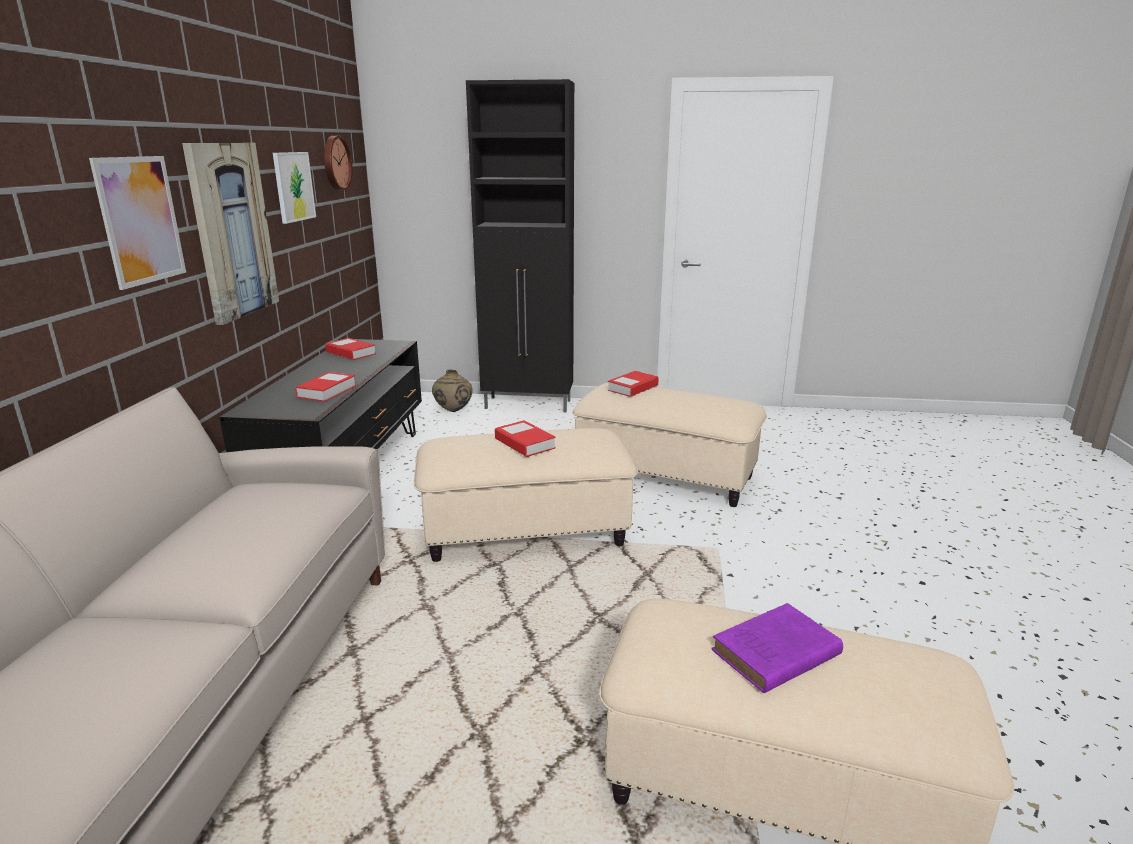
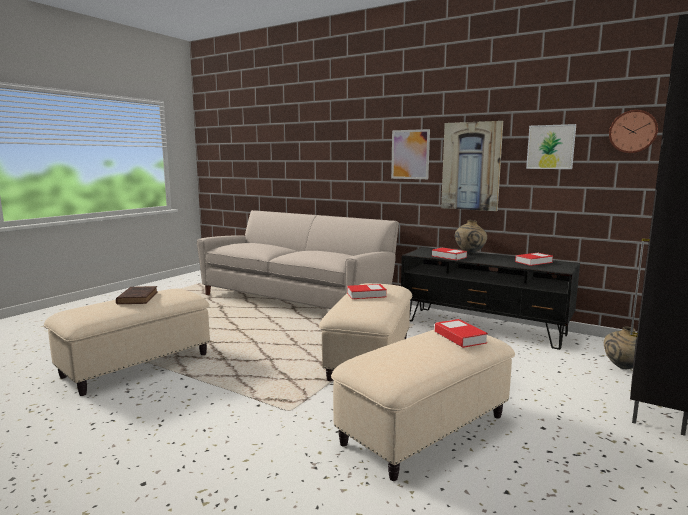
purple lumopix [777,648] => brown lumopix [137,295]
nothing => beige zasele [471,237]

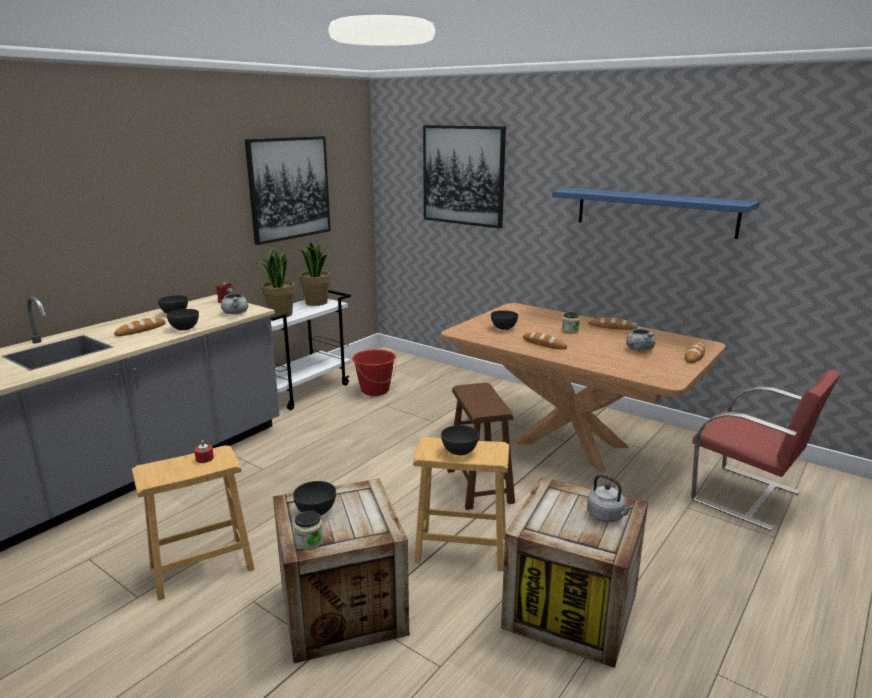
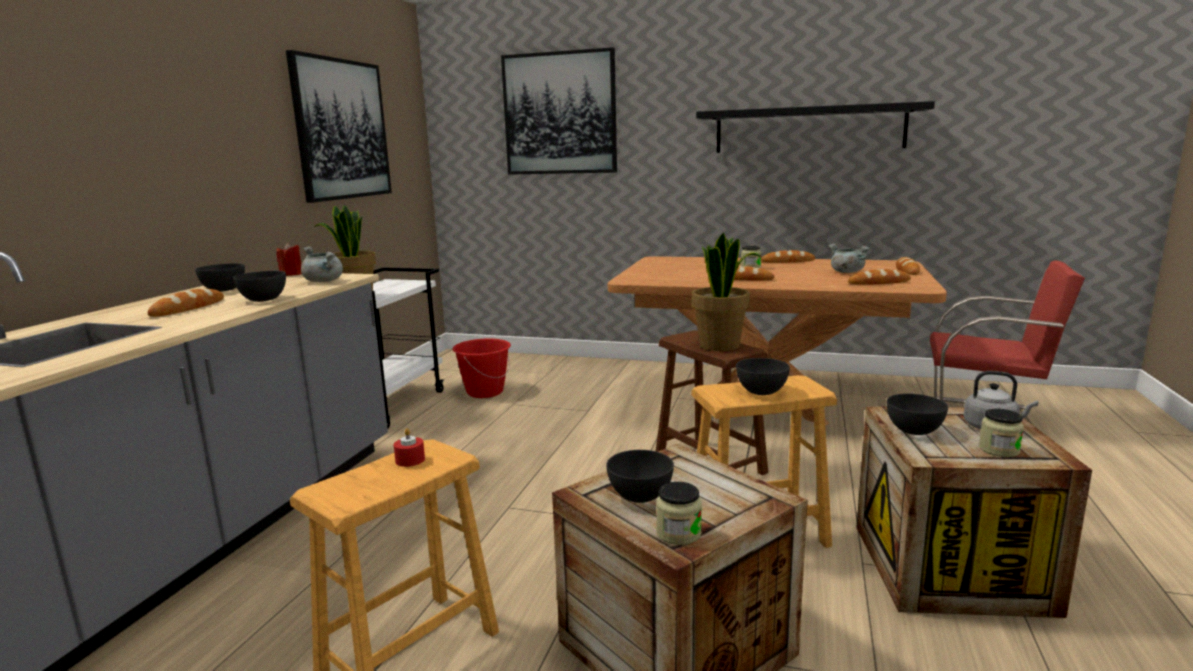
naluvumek [313,274] => naluvumek [726,292], relocated
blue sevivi [656,213] => black sevivi [815,127]
nothing => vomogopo [879,277]
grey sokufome [504,320] => grey sokufome [917,414], relocated
nothing => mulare [1001,432]

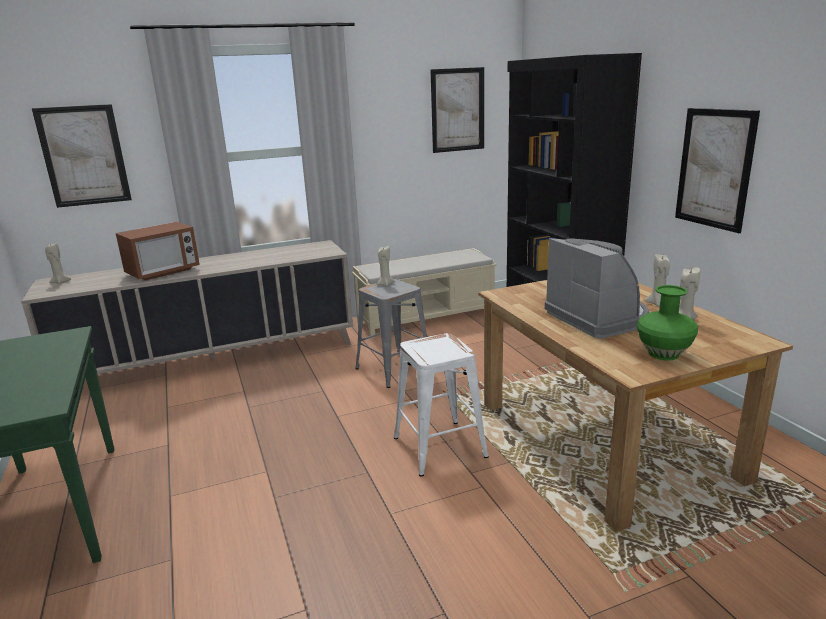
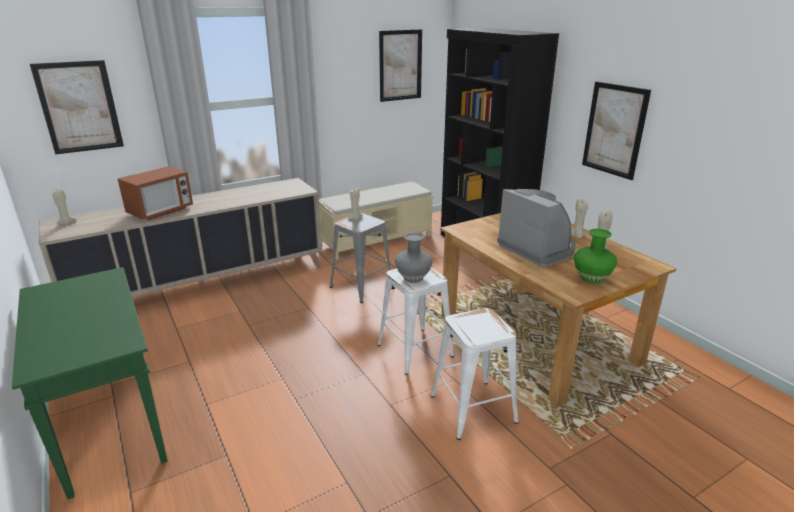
nothing => grey zasele [414,258]
nothing => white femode [475,374]

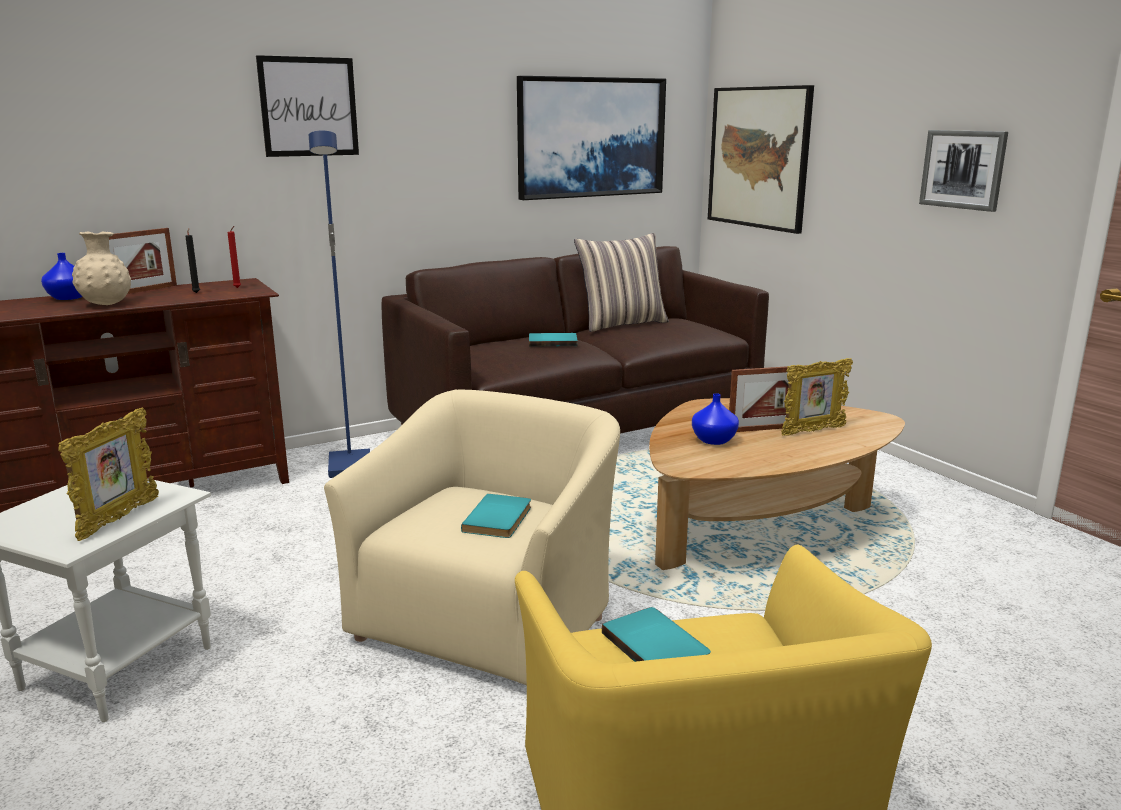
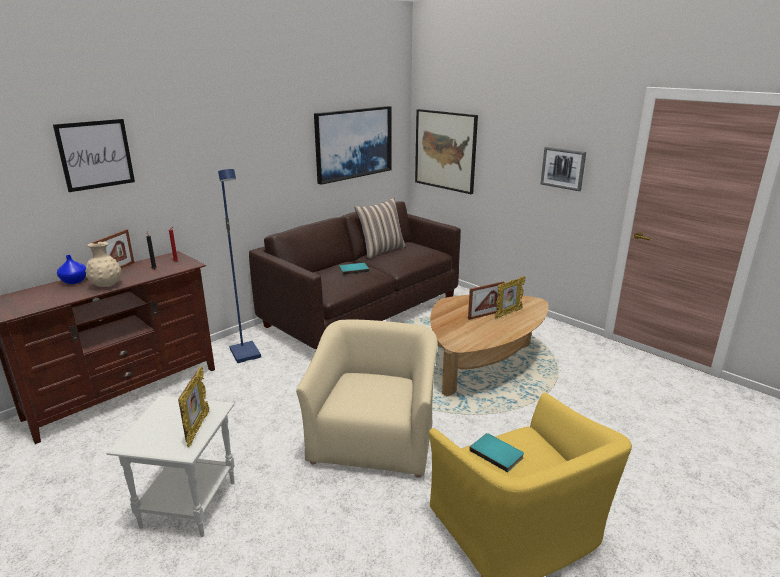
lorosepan [307,106] => lorosepan [94,155], relocated
turquoise lumopix [496,516] => nothing
blue zasele [715,419] => nothing

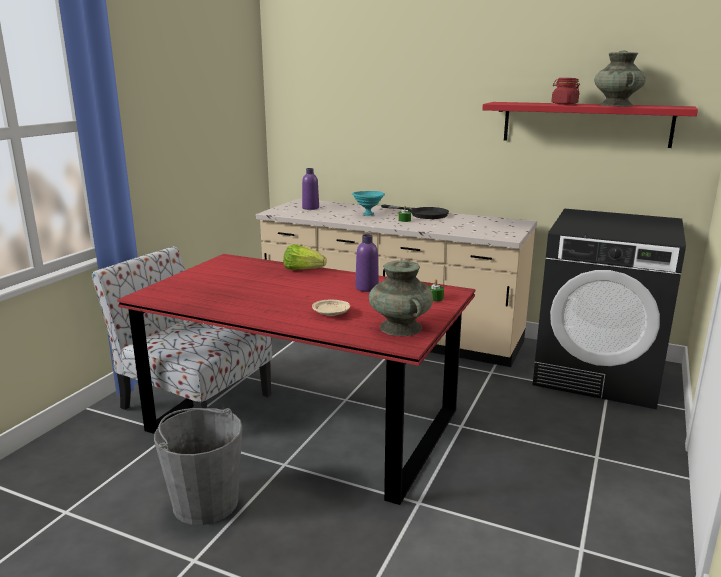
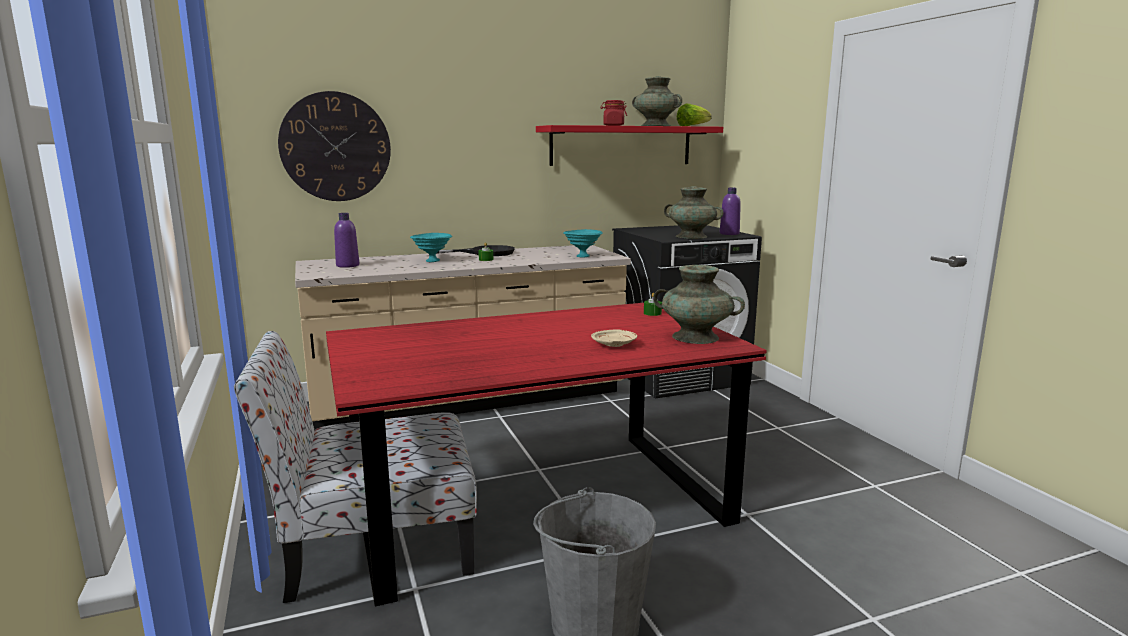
nothing => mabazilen [334,146]
nothing => turquoise sokufome [583,243]
nothing => turquoise zasele [694,212]
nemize [305,257] => nemize [694,114], relocated
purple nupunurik [367,263] => purple nupunurik [730,211], relocated

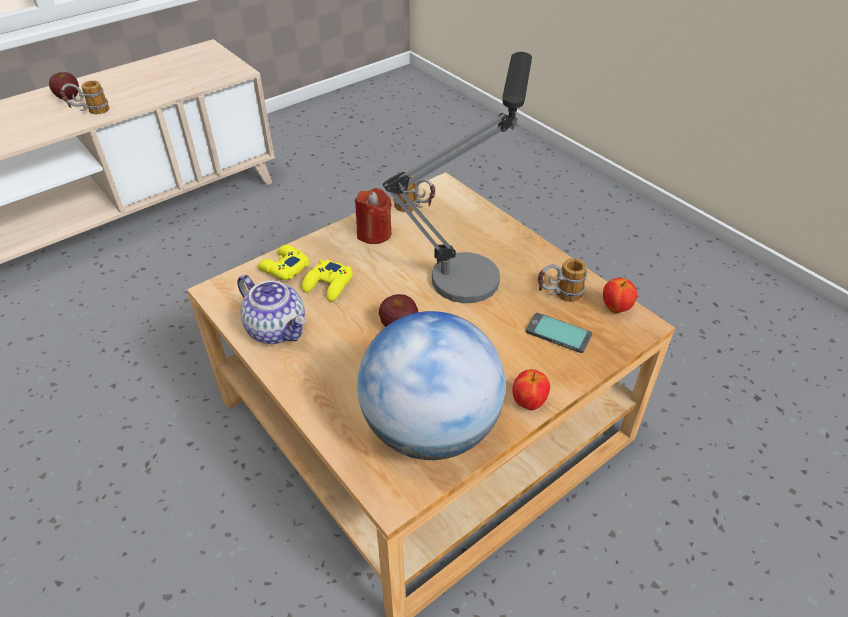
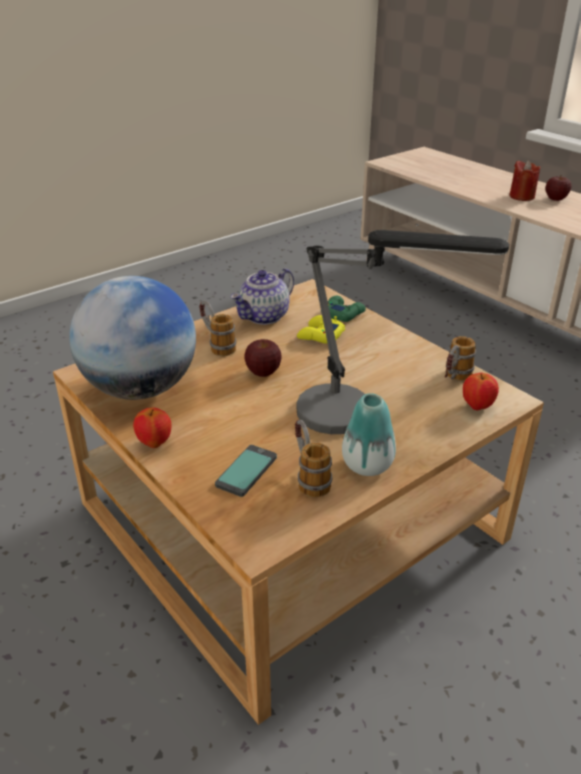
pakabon [84,97] => pakabon [217,328], relocated
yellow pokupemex [283,262] => green pokupemex [347,309]
nothing => zasele [369,434]
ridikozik [620,295] => ridikozik [481,391], relocated
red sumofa [373,216] => red sumofa [524,180], relocated

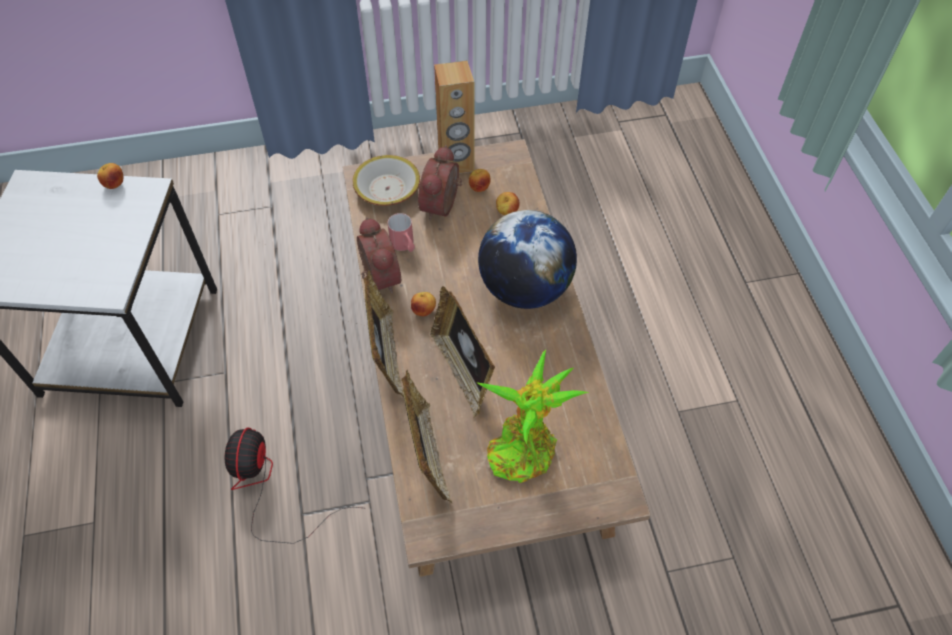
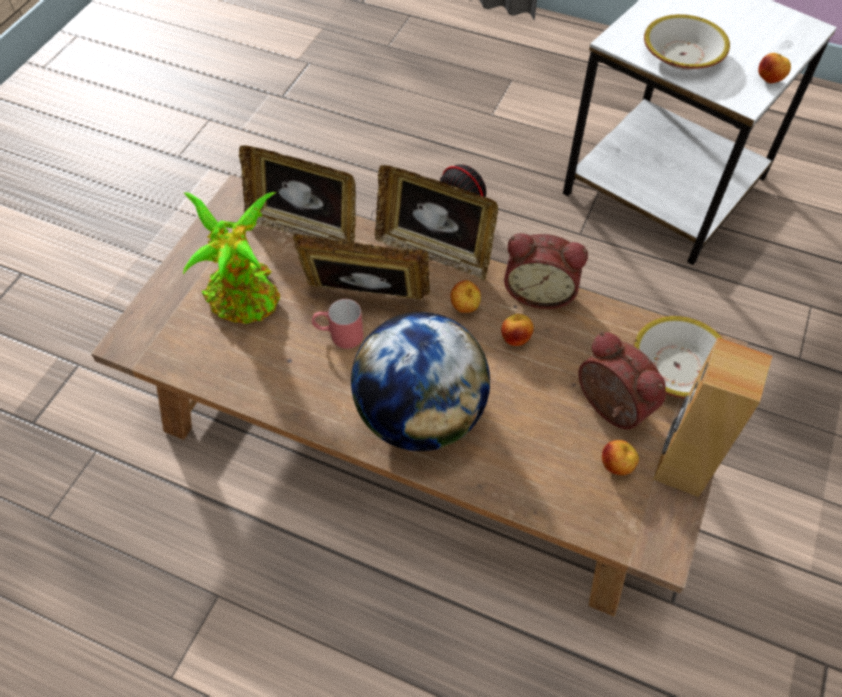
red pakabon [401,232] => red pakabon [337,324], relocated
ridikozik [508,203] => ridikozik [517,330], relocated
nothing => sokufome [687,42]

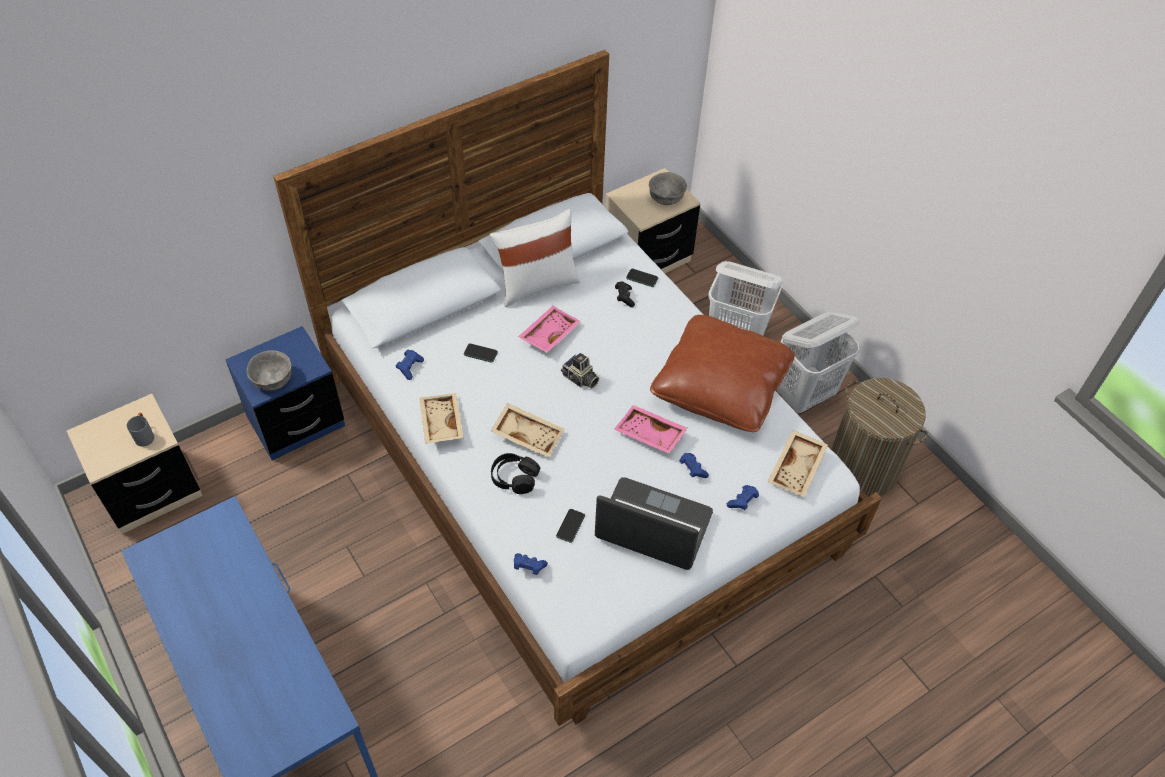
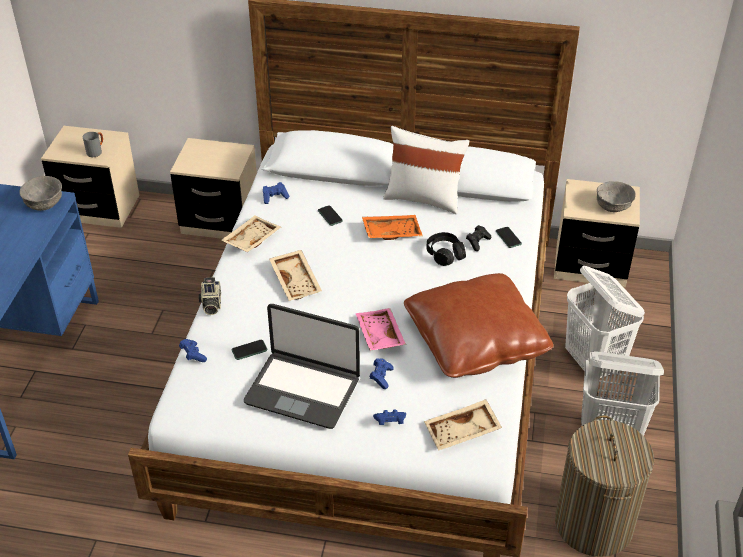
grey sokufome [269,370] => grey sokufome [40,193], relocated
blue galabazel [285,393] => beige galabazel [213,188]
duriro [580,371] => duriro [210,296], relocated
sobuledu [654,523] => sobuledu [302,366], 135 degrees clockwise
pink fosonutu [549,329] => orange fosonutu [392,227]
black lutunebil [515,473] => black lutunebil [446,249], relocated

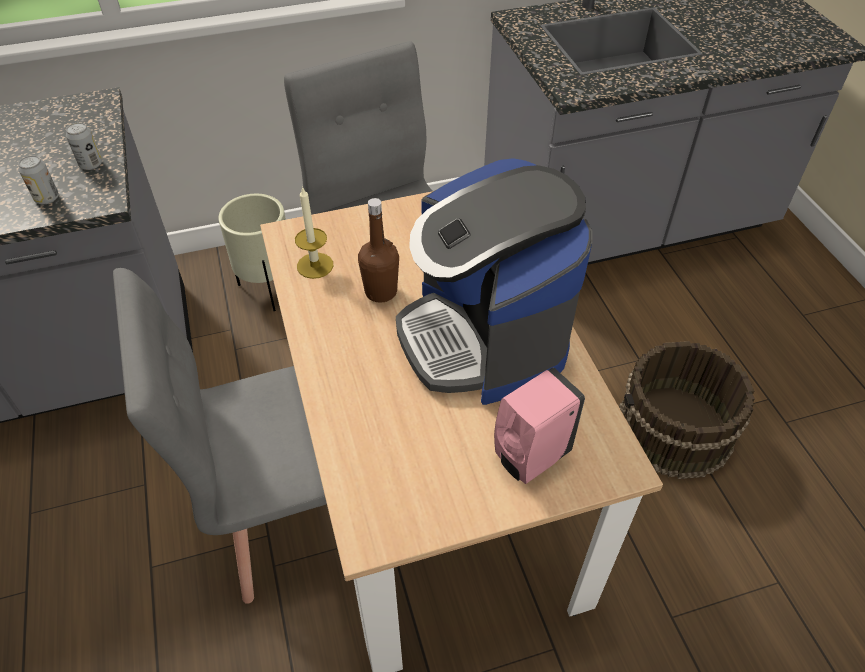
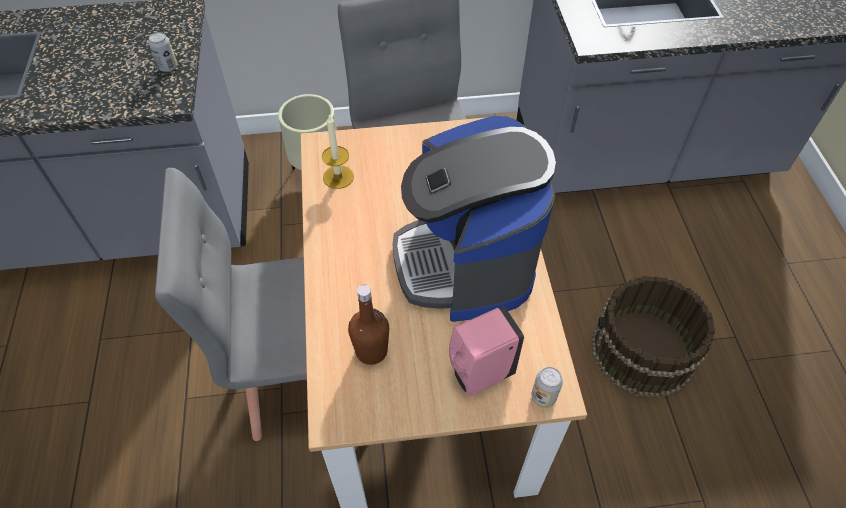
brown nupunurik [378,250] => brown nupunurik [368,325], relocated
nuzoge [38,180] => nuzoge [547,387], relocated

